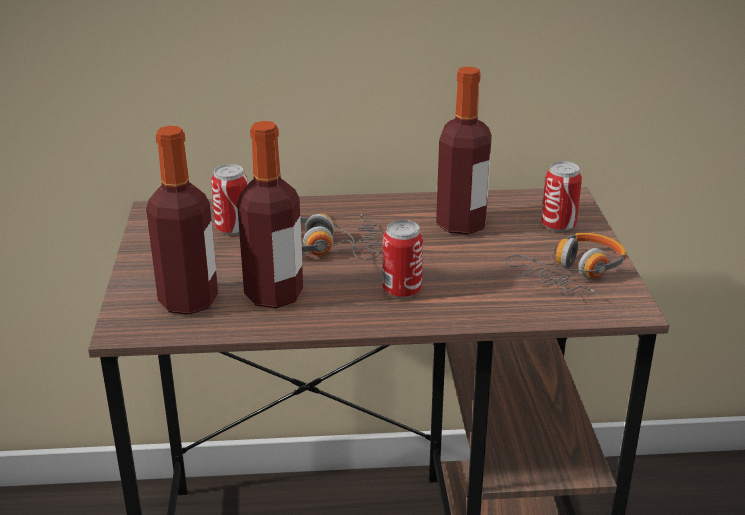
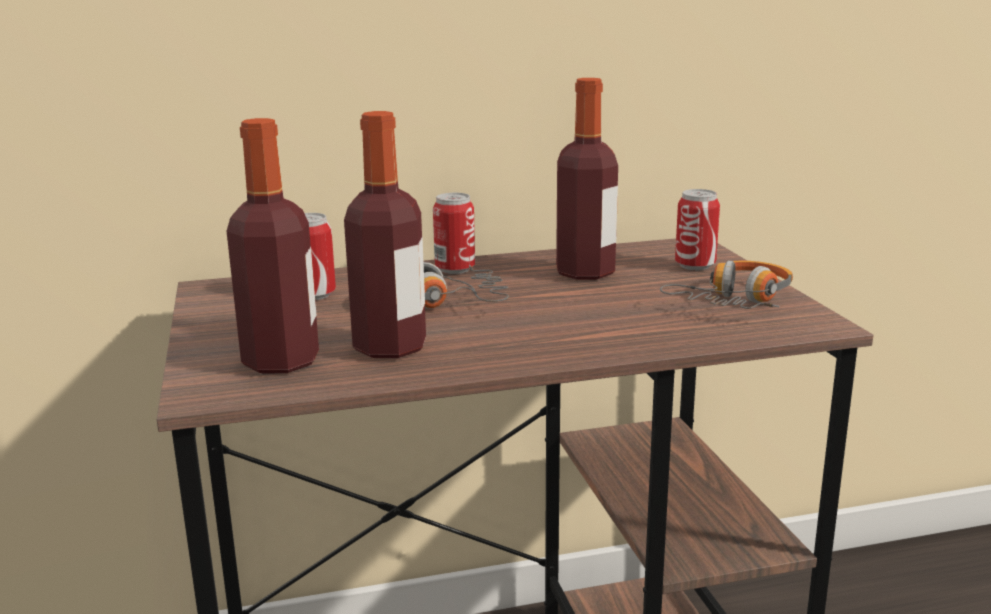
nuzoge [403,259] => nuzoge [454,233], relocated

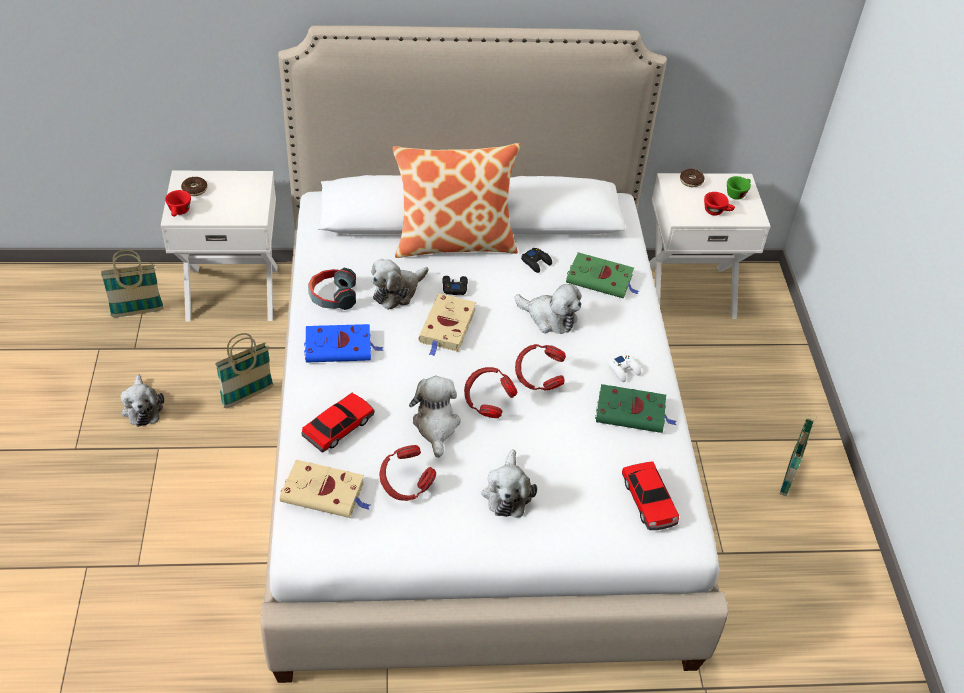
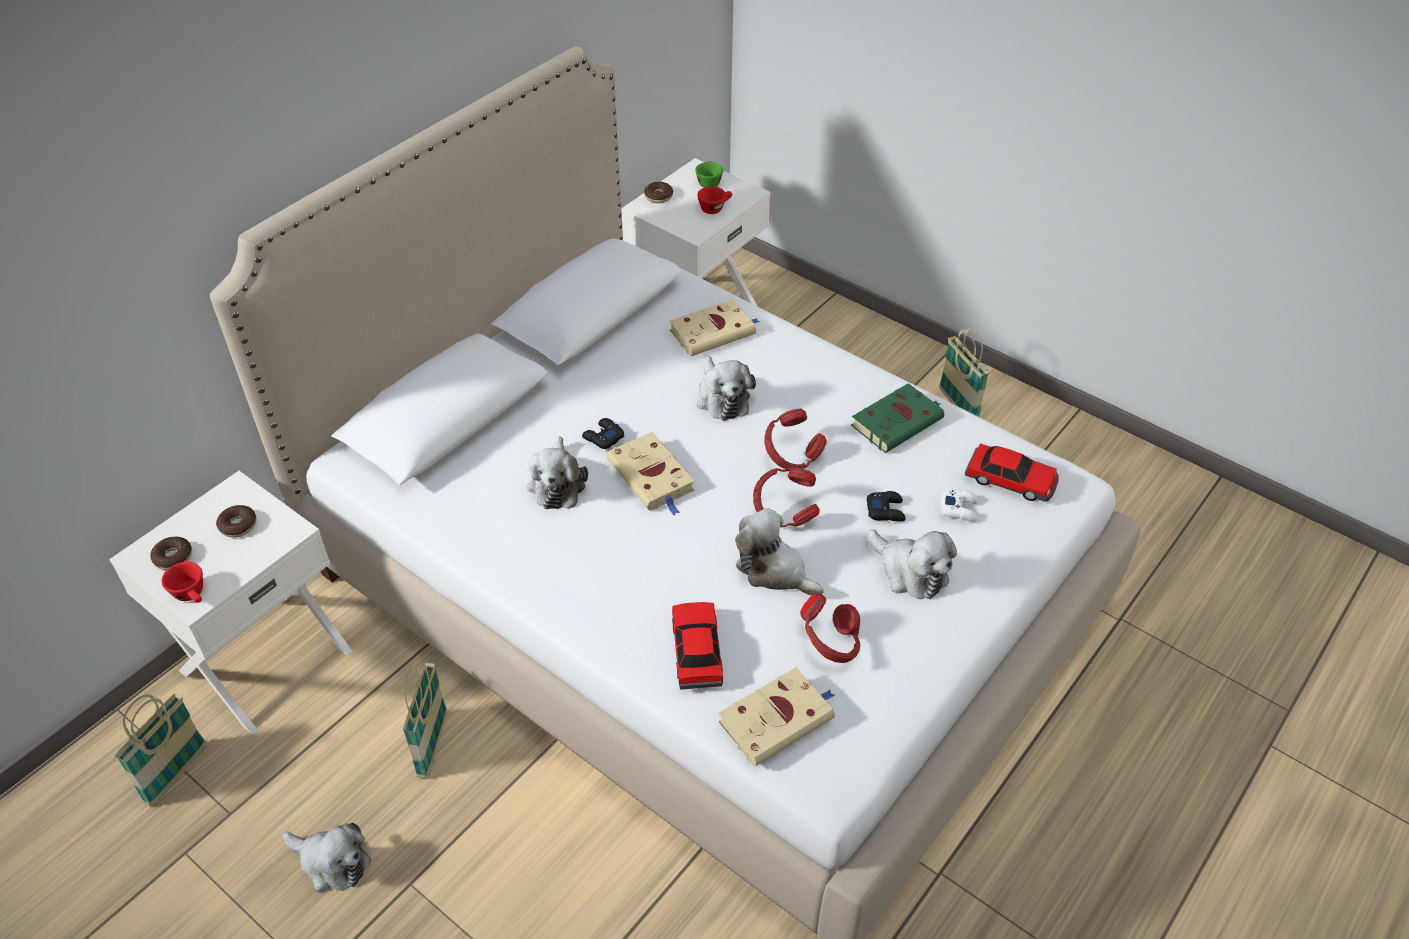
nothing => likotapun [236,521]
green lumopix [602,275] => beige lumopix [714,327]
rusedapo [548,309] => rusedapo [726,389], 90 degrees clockwise
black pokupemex [536,260] => black pokupemex [886,506], relocated
white pokupemex [624,367] => white pokupemex [959,506], relocated
blue lumopix [344,343] => nothing
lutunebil [332,288] => nothing
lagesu [457,200] => nothing

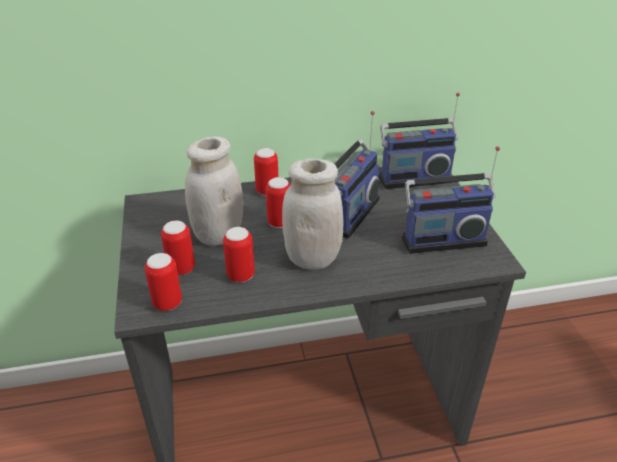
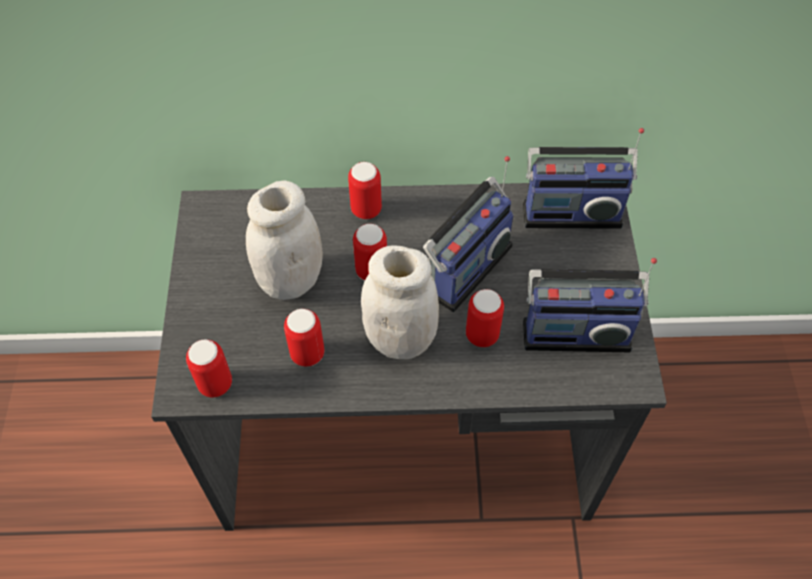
nuzoge [178,247] => nuzoge [485,318], relocated

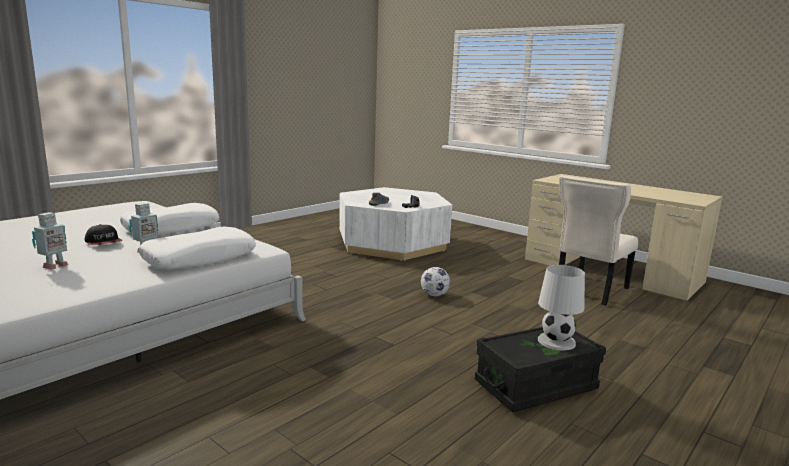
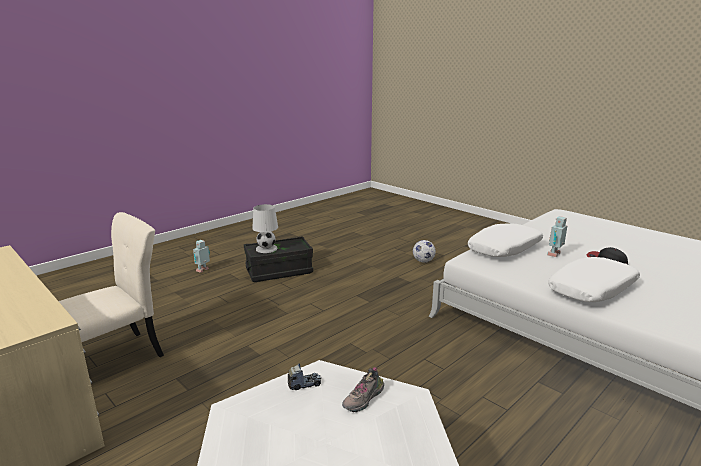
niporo [50,241] => niporo [201,256], relocated
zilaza [435,281] => zilaza [424,251], relocated

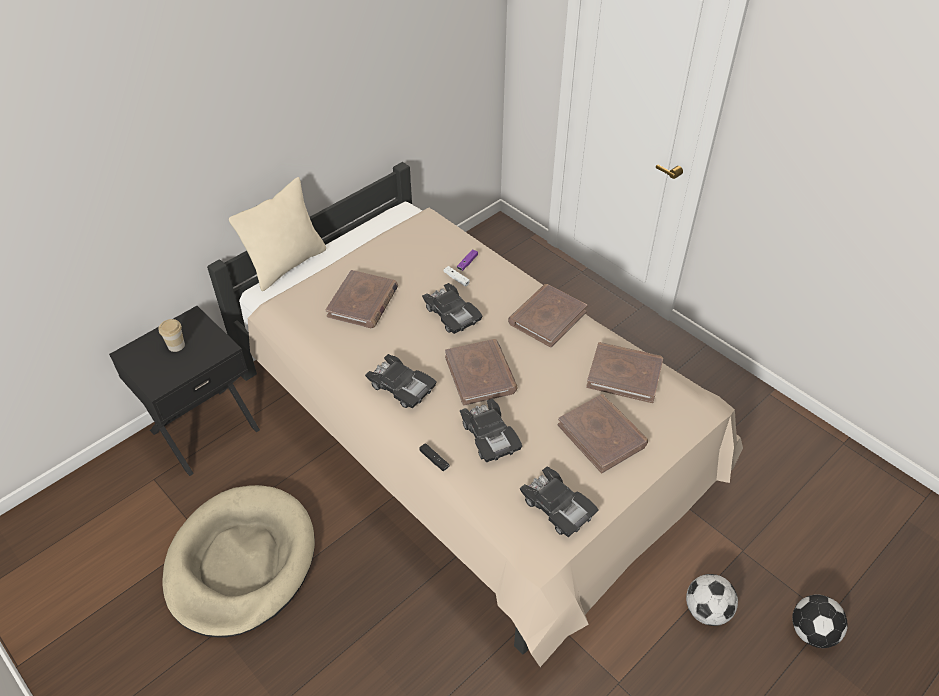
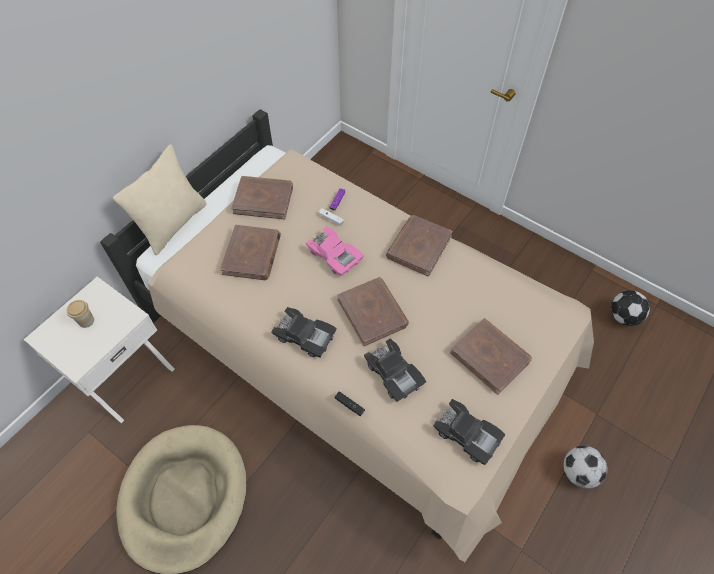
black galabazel [184,391] => white galabazel [99,350]
brown lumopix [624,372] => brown lumopix [262,197], relocated
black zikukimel [452,308] => pink zikukimel [335,251]
zilaza [820,621] => zilaza [630,308], relocated

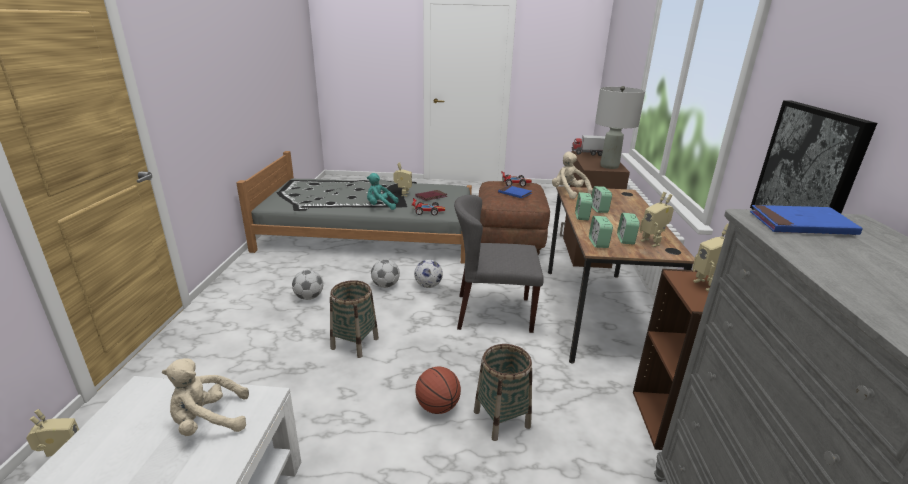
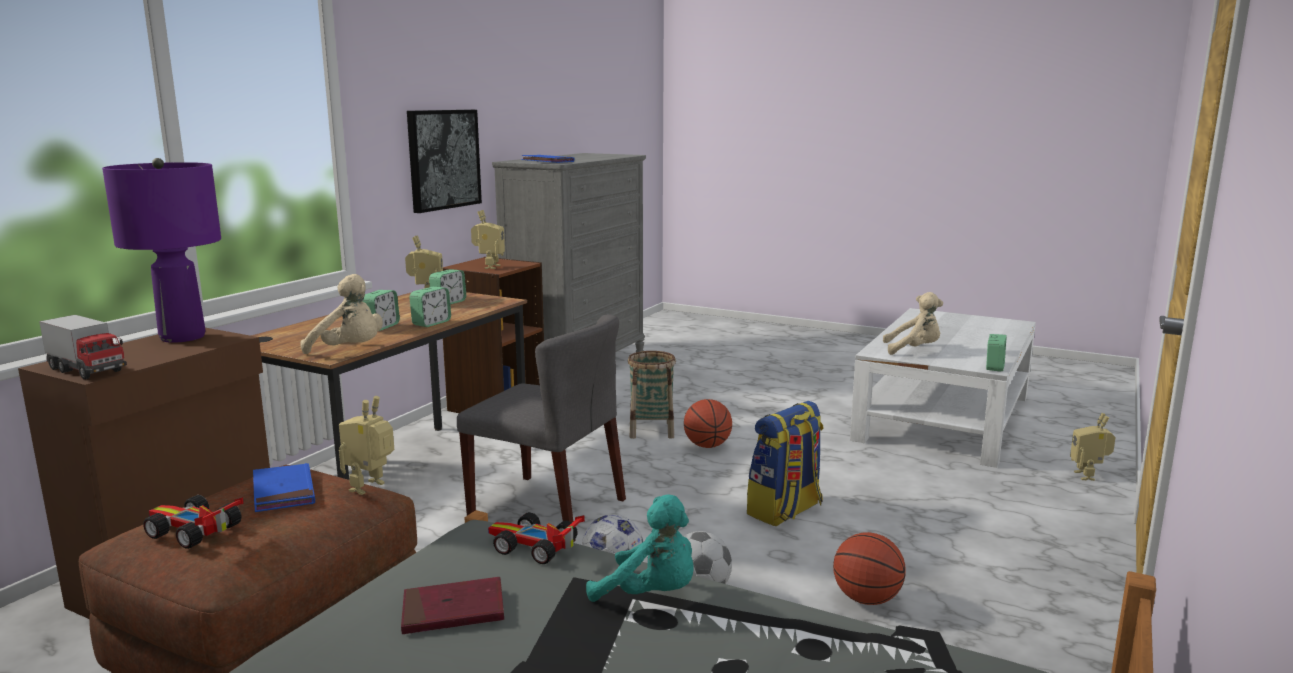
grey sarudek [620,127] => purple sarudek [161,250]
beige rusedapo [572,175] => beige rusedapo [341,314], 60 degrees counterclockwise
niporo [402,179] => niporo [366,445], relocated
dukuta [354,319] => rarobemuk [785,463]
zilaza [307,285] => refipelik [869,568]
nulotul [601,232] => nulotul [996,353], relocated

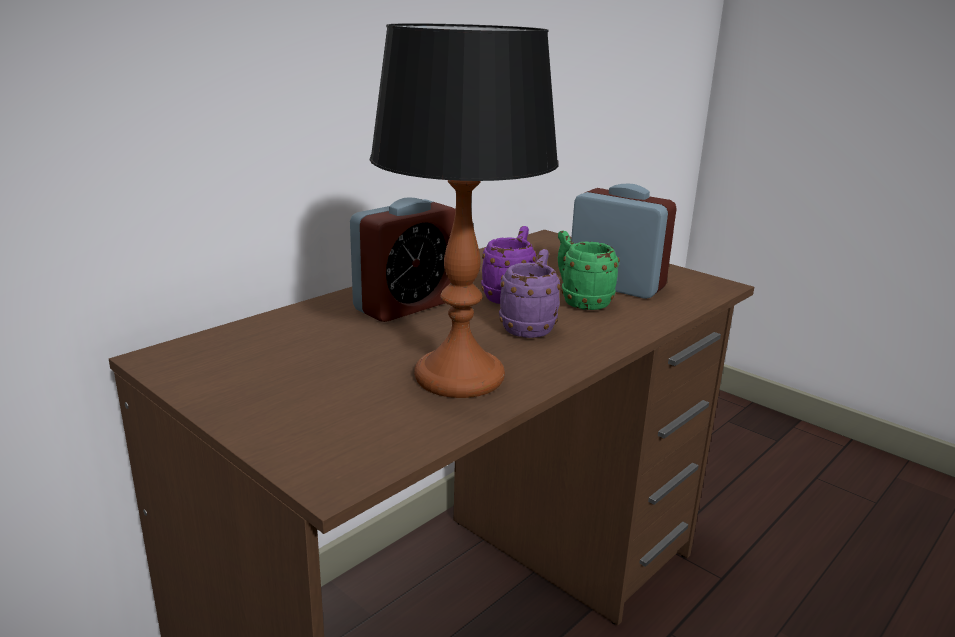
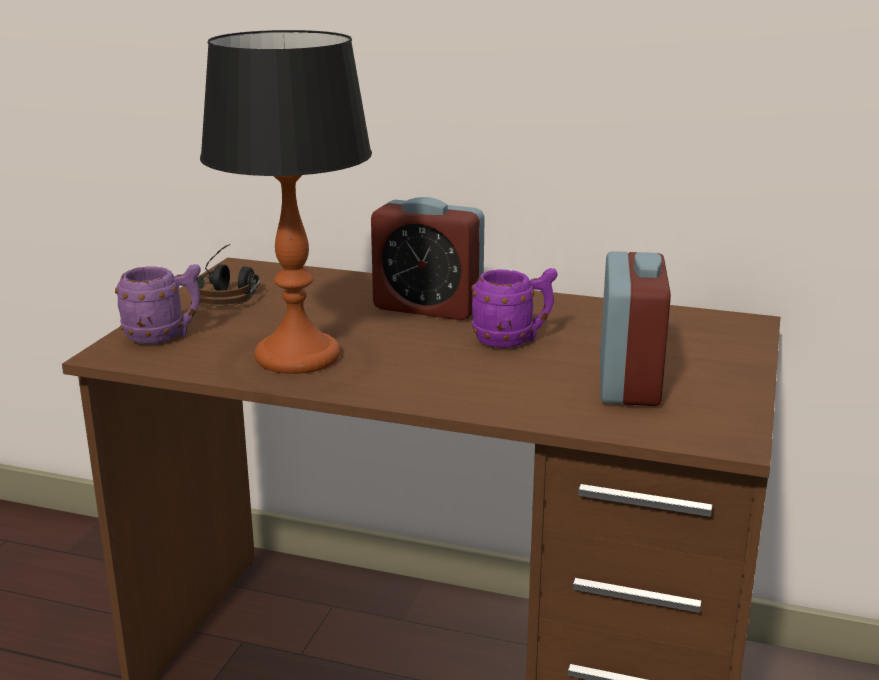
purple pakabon [529,293] => purple pakabon [158,304], relocated
nothing => lutunebil [228,275]
green pakabon [589,270] => nothing

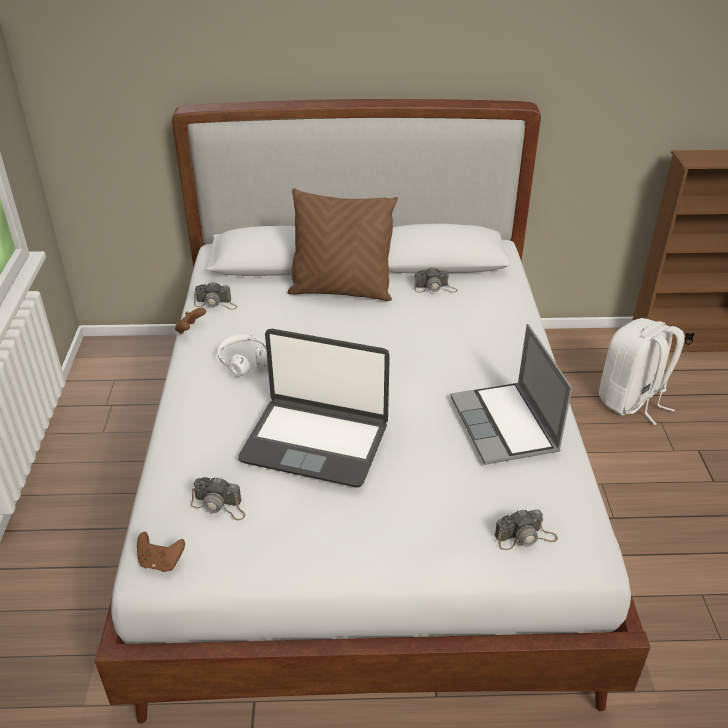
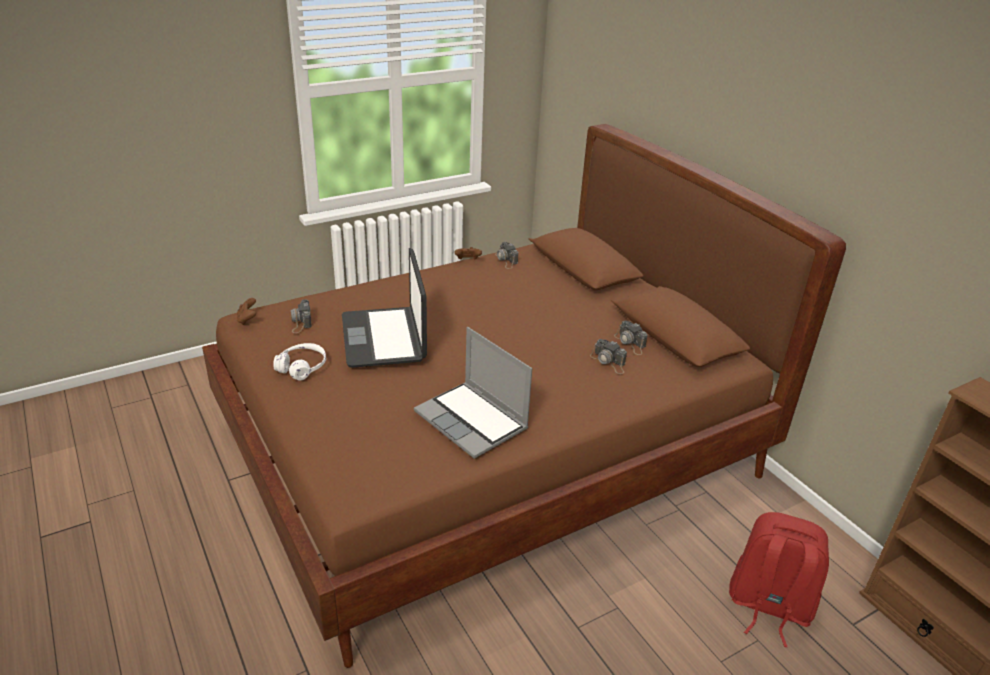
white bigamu [373,411] => brown bigamu [524,396]
white lutunebil [243,356] => white lutunebil [299,361], relocated
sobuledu [511,394] => sobuledu [473,393], 90 degrees counterclockwise
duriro [526,529] => duriro [608,356], relocated
white rarobemuk [641,371] => red rarobemuk [779,579]
brown lagesu [343,244] => nothing

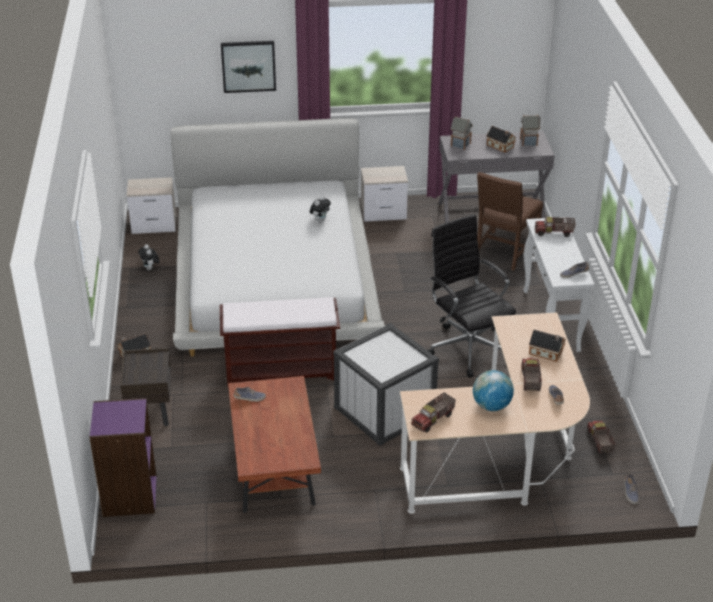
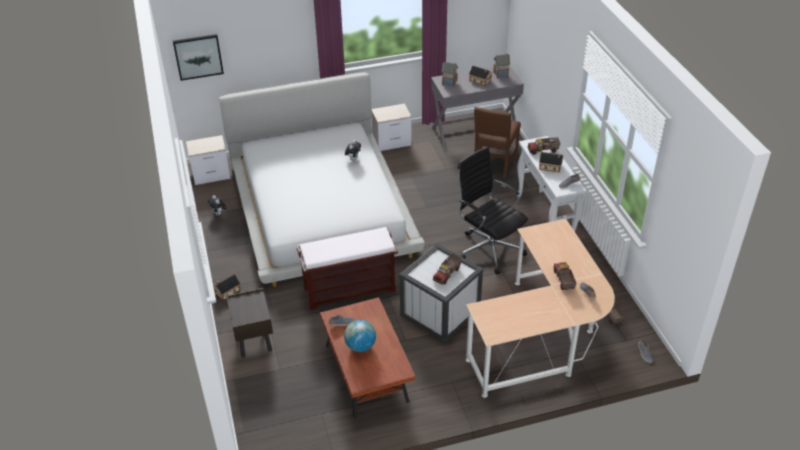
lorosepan [248,67] => lorosepan [198,57], relocated
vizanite [493,390] => vizanite [360,336], relocated
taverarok [433,412] => taverarok [447,269], relocated
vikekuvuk [547,346] => vikekuvuk [551,162], relocated
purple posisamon [123,457] => nothing

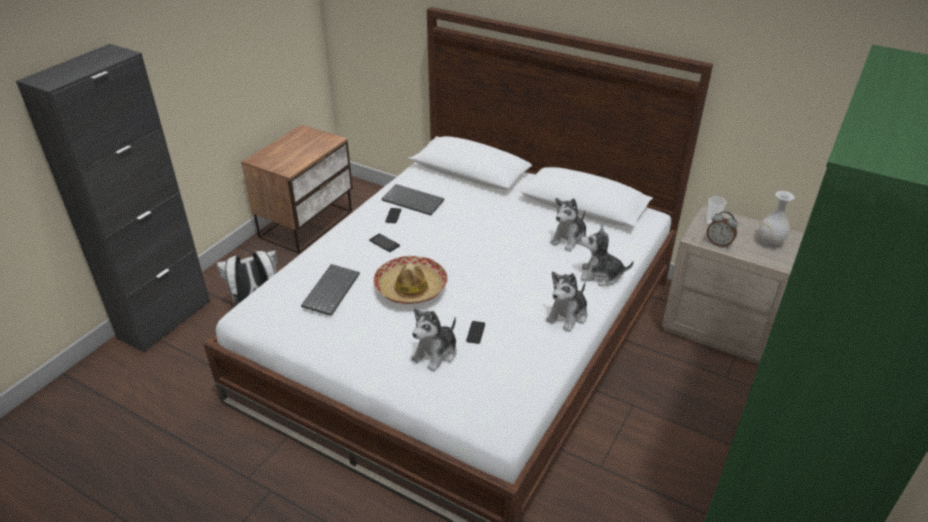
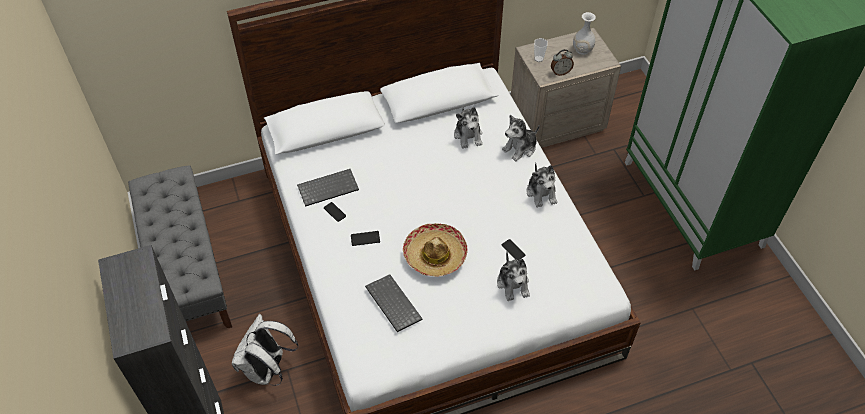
galabazel [297,189] => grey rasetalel [180,246]

